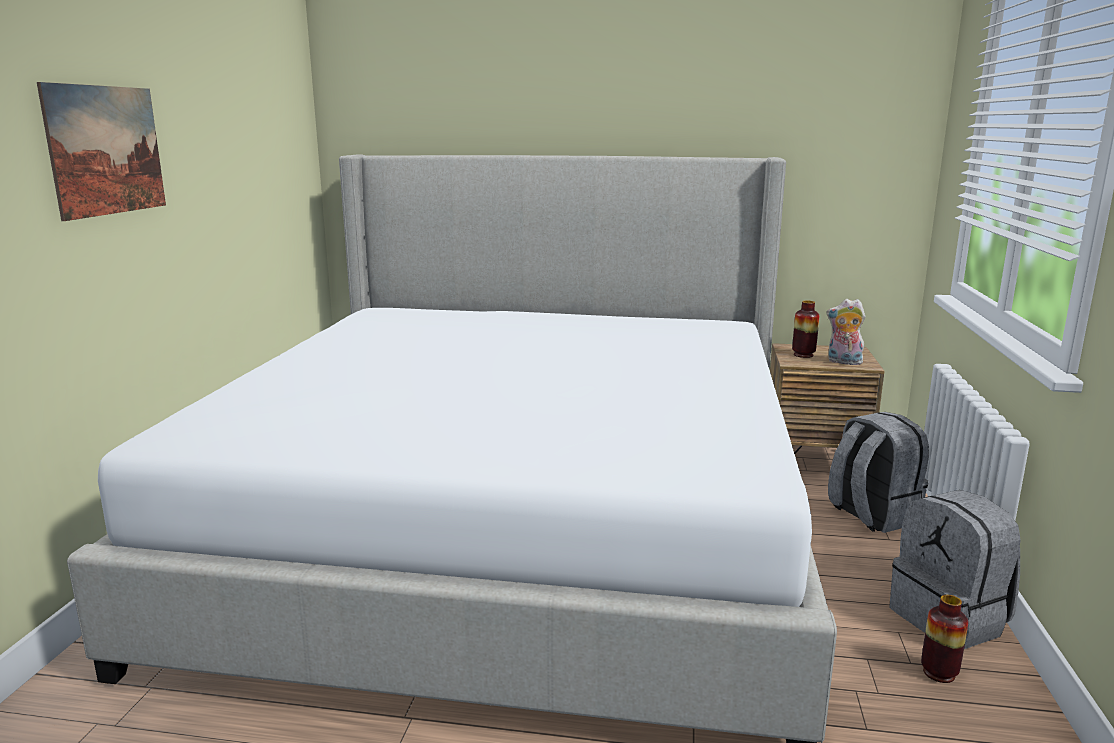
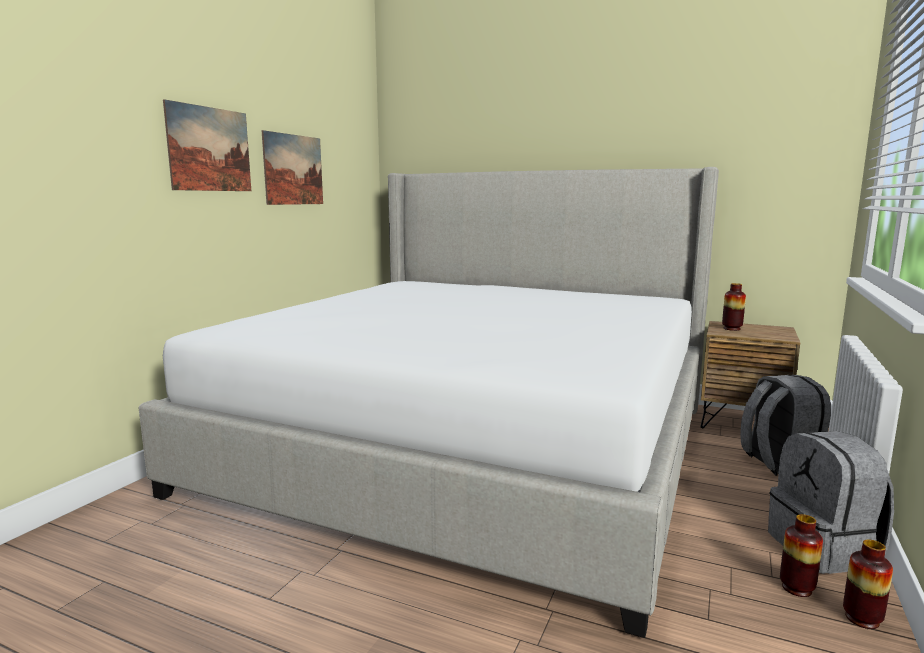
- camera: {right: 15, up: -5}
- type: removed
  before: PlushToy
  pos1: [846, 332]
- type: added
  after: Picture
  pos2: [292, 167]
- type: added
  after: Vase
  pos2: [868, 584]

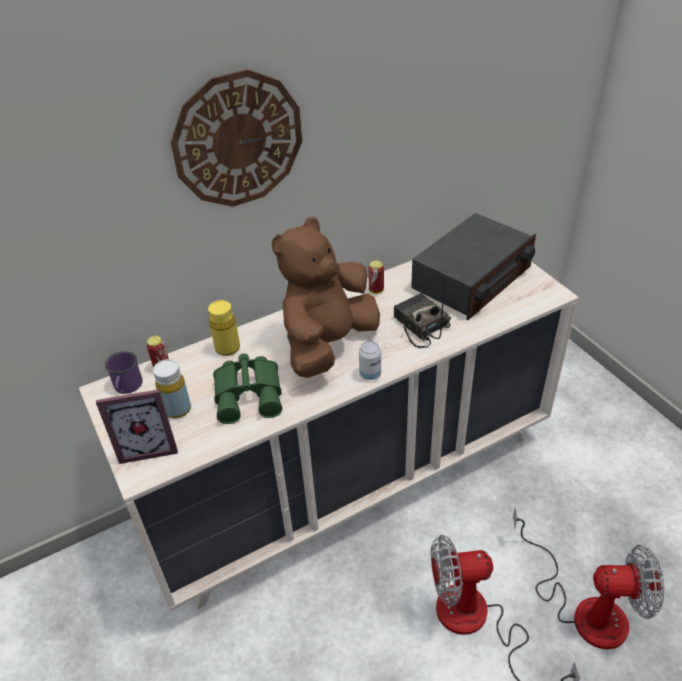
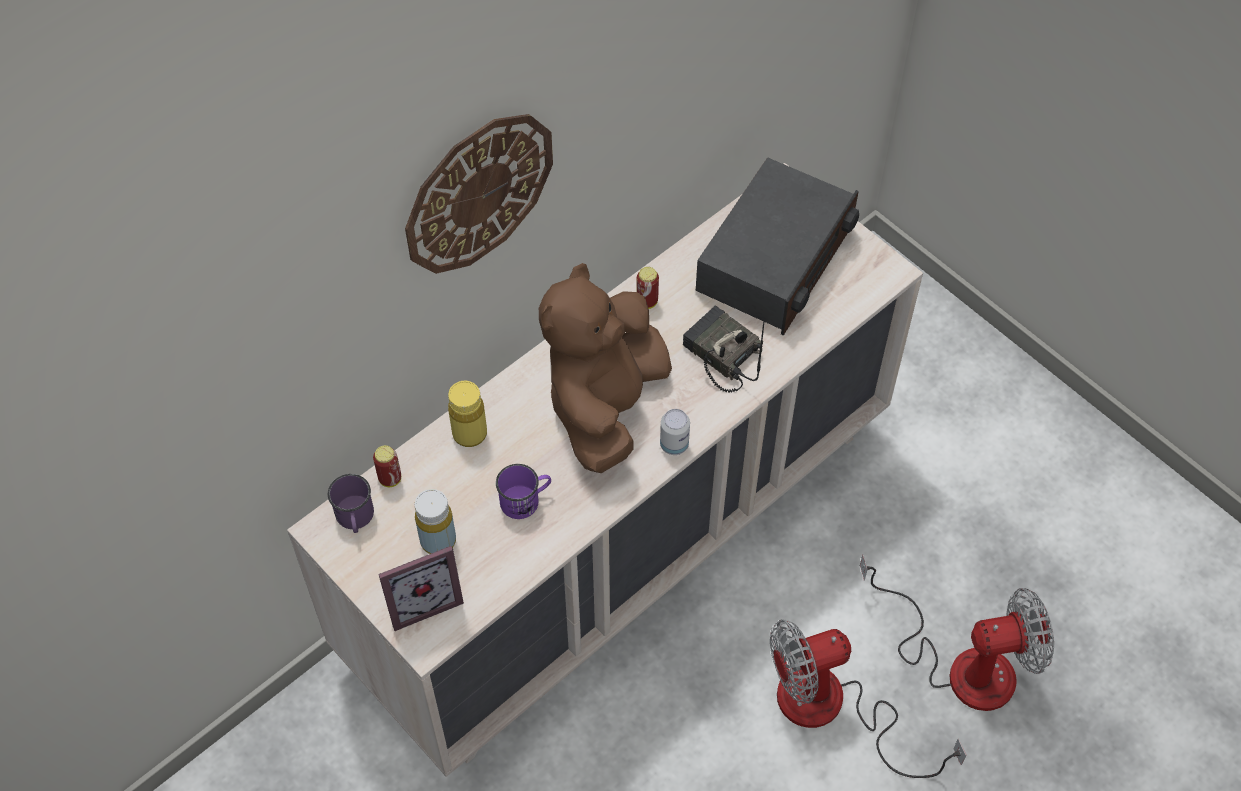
- camera: {right: -15, up: 15}
- type: replaced
  before: GreenBinoculars
  after: PurpleMug
  pos1: [247, 388]
  pos2: [523, 491]

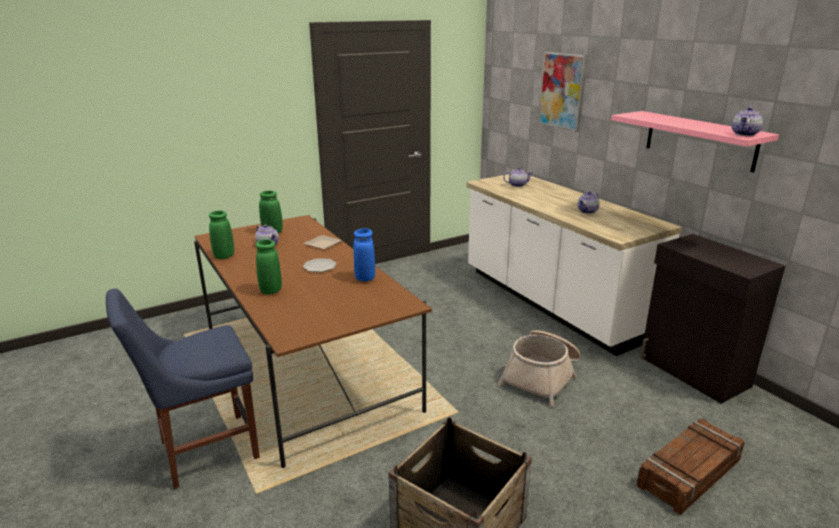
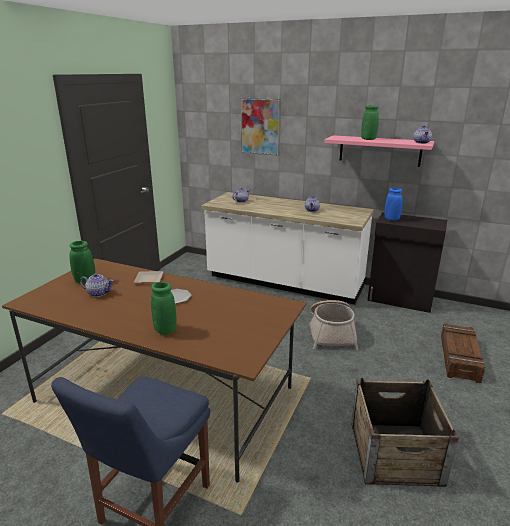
- camera: {right: -35, up: 0}
- type: moved
  before: GreenVase
  pos1: [221, 234]
  pos2: [370, 122]
- type: moved
  before: BlueVase
  pos1: [364, 254]
  pos2: [394, 204]

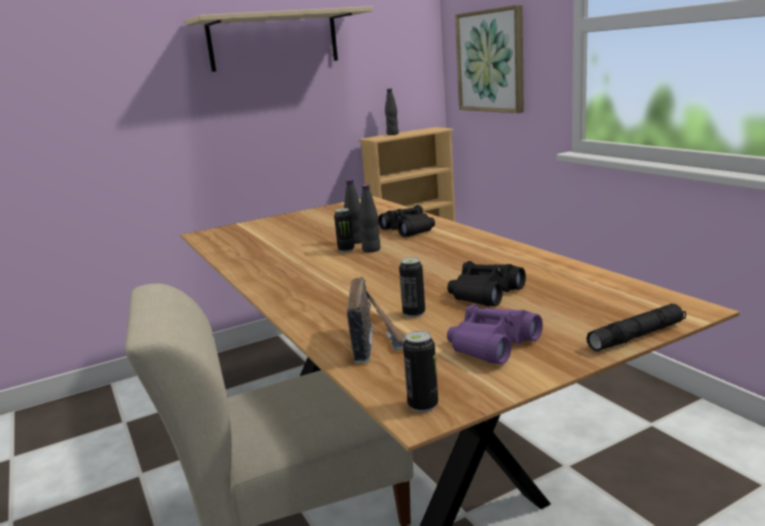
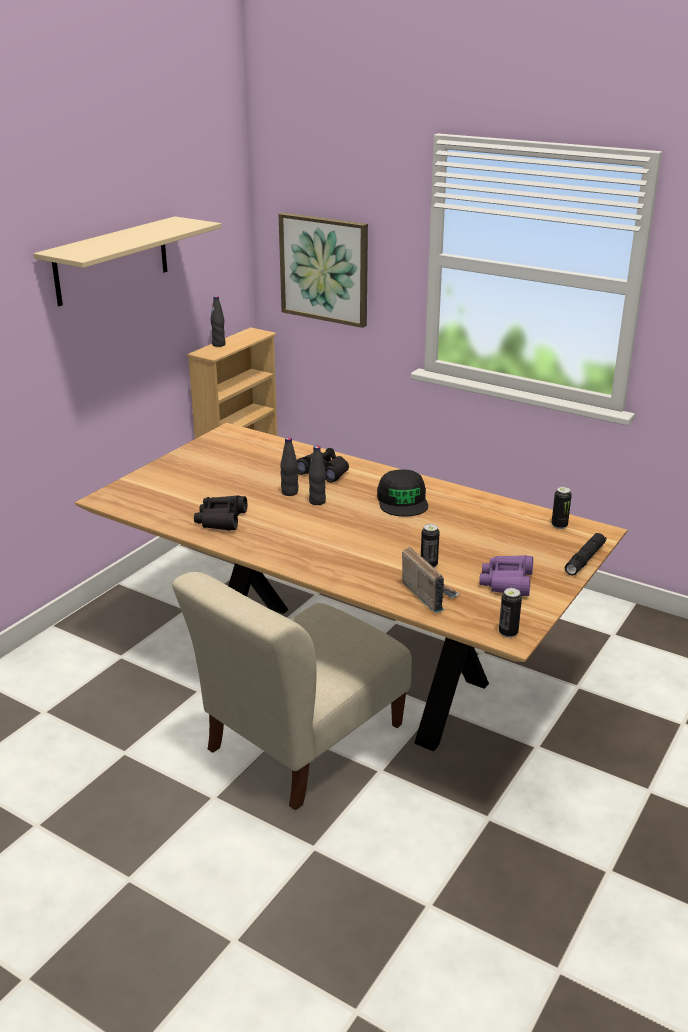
- camera: {right: -30, up: 10}
- type: moved
  before: Can
  pos1: [344, 230]
  pos2: [561, 508]
- type: moved
  before: BlackBinoculars
  pos1: [486, 283]
  pos2: [220, 513]
- type: added
  after: BlackCap
  pos2: [402, 493]

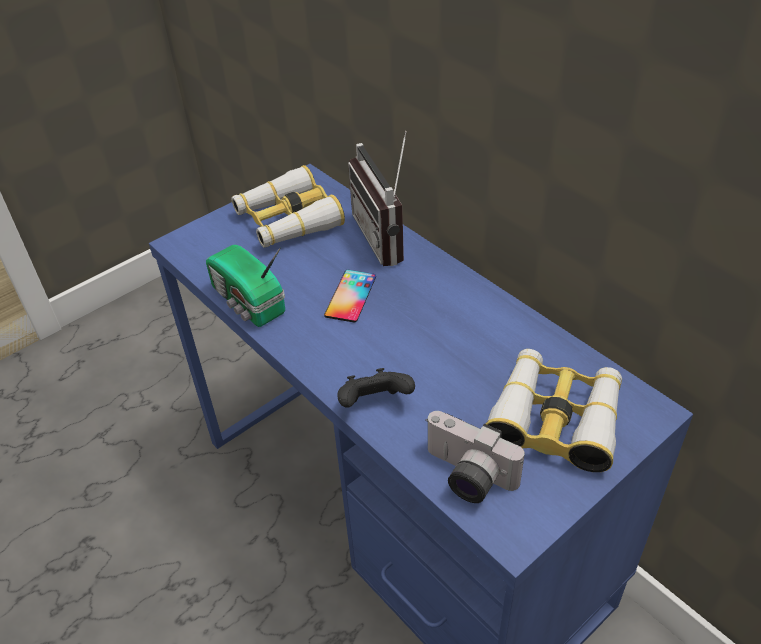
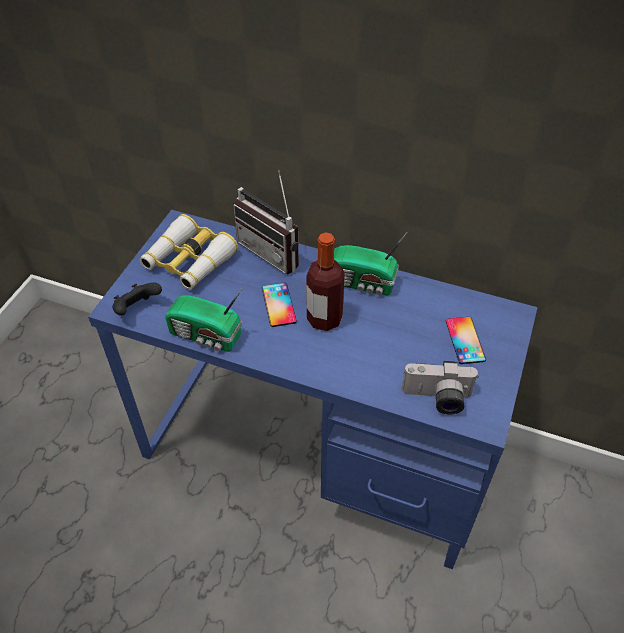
- camera: {right: -30, up: 5}
- type: moved
  before: BlackGameController
  pos1: [376, 388]
  pos2: [137, 299]
- type: replaced
  before: Binoculars
  after: Phone
  pos1: [554, 410]
  pos2: [466, 340]
- type: added
  after: Bottle
  pos2: [325, 281]
- type: added
  after: Radio
  pos2: [370, 264]

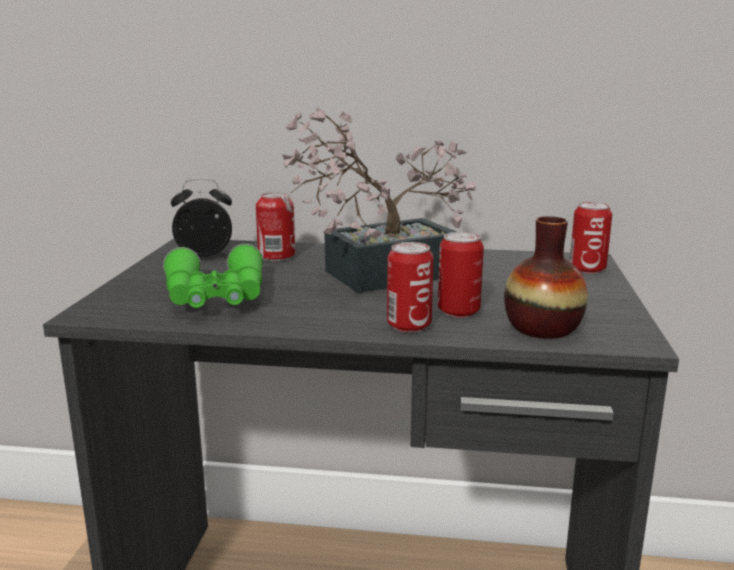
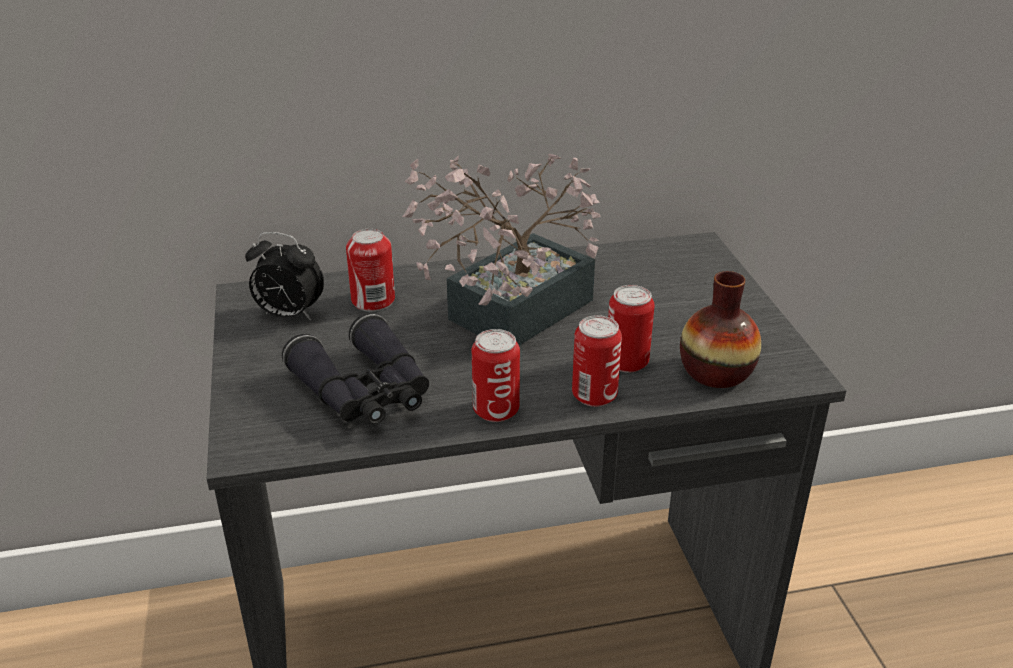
- camera: {right: -20, up: 15}
- type: recoloured
  before: GreenBinoculars
  after: BlackBinoculars
  pos1: [213, 276]
  pos2: [355, 368]
- type: turned
  before: AlarmClock
  pos1: [201, 217]
  pos2: [284, 276]
  turn: -135
- type: moved
  before: Can
  pos1: [591, 238]
  pos2: [496, 375]

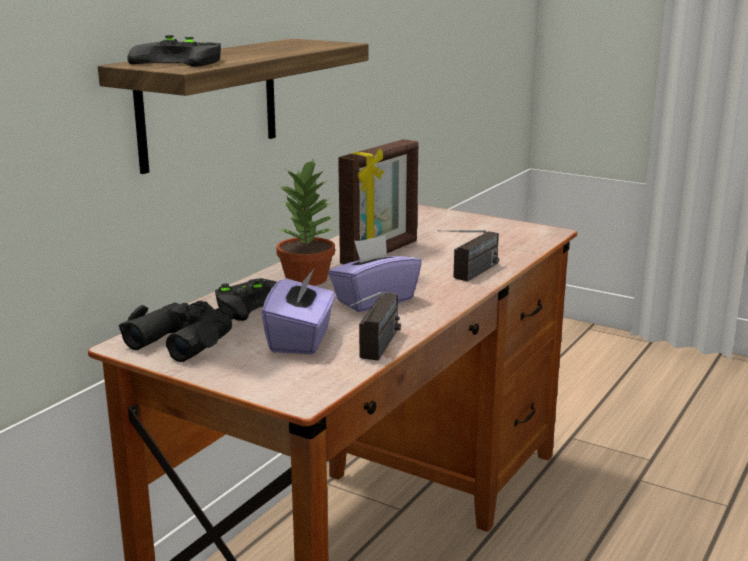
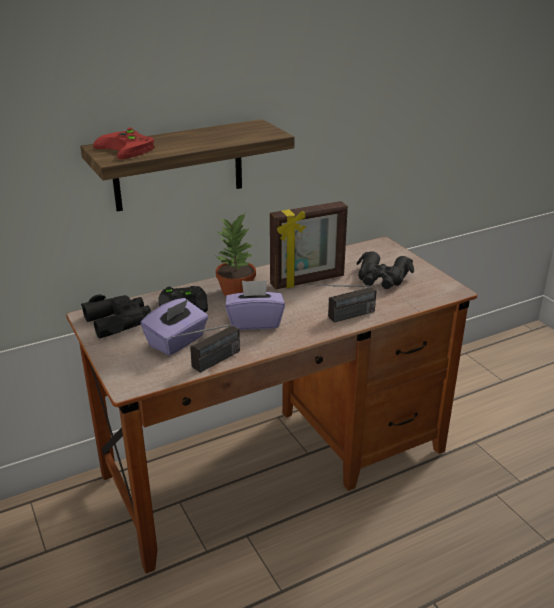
- camera: {right: 30, up: 10}
- type: recoloured
  before: BlackGameController
  after: RedGameController
  pos1: [174, 51]
  pos2: [124, 143]
- type: added
  after: BlackBinoculars
  pos2: [385, 270]

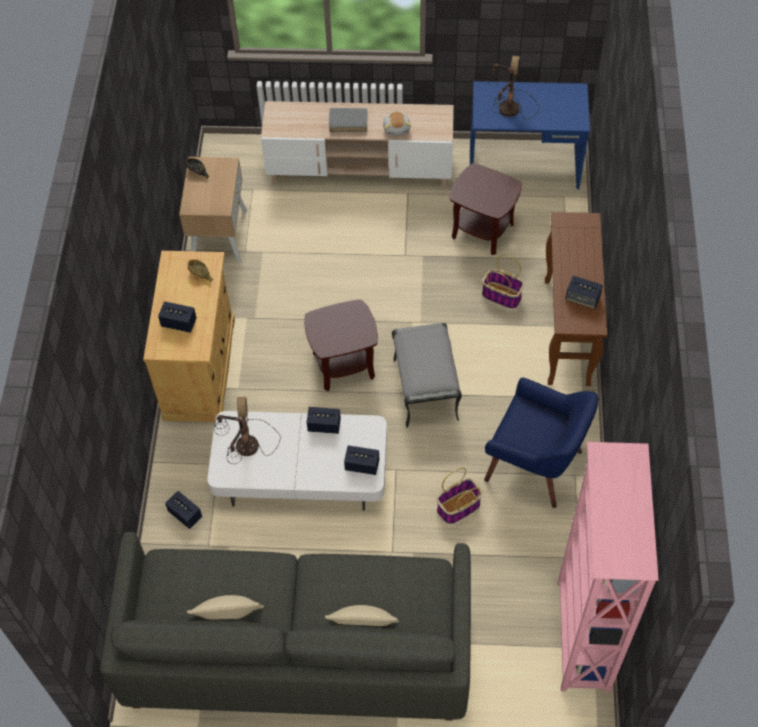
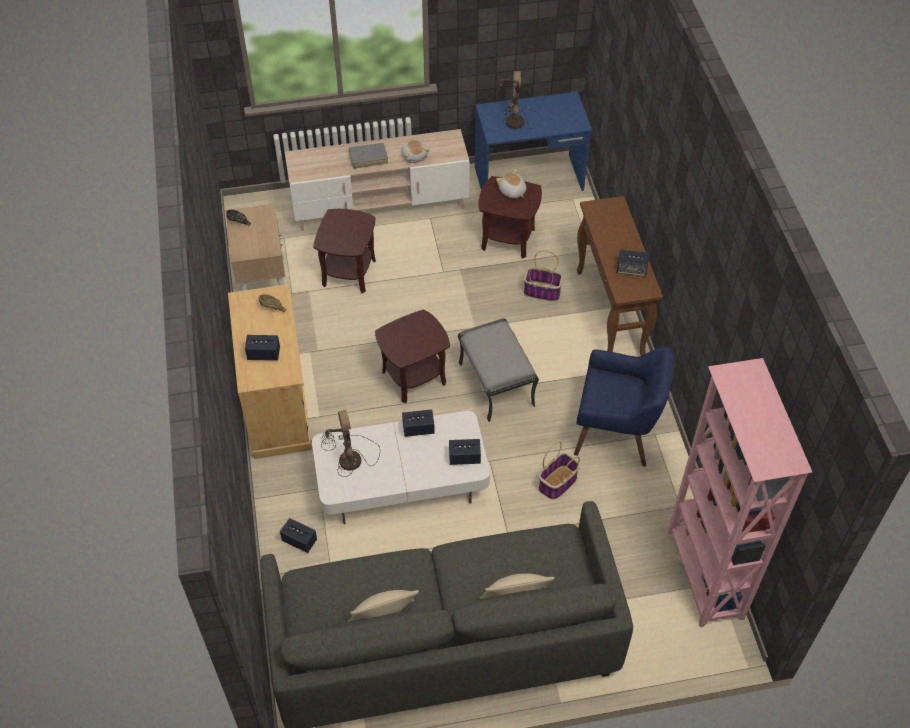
- camera: {right: -15, up: -5}
- type: added
  after: BrownSideTable
  pos2: [344, 251]
- type: added
  after: PlushToy
  pos2: [511, 183]

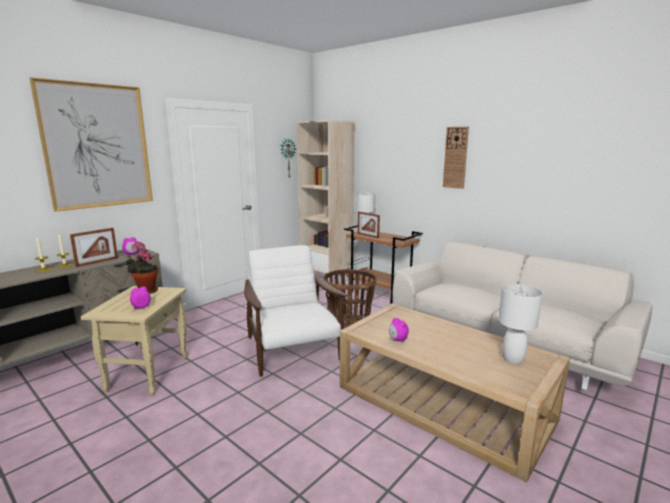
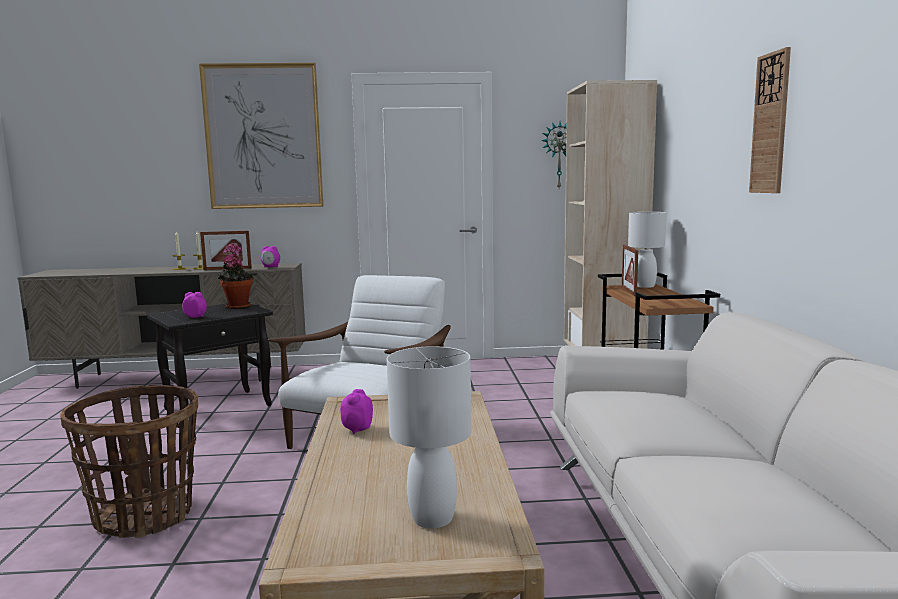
- camera: {right: 45, up: -5}
- type: recoloured
  before: BeigeSideTable
  after: BlackSideTable
  pos1: [134, 340]
  pos2: [210, 356]
- type: moved
  before: Basket
  pos1: [350, 299]
  pos2: [129, 461]

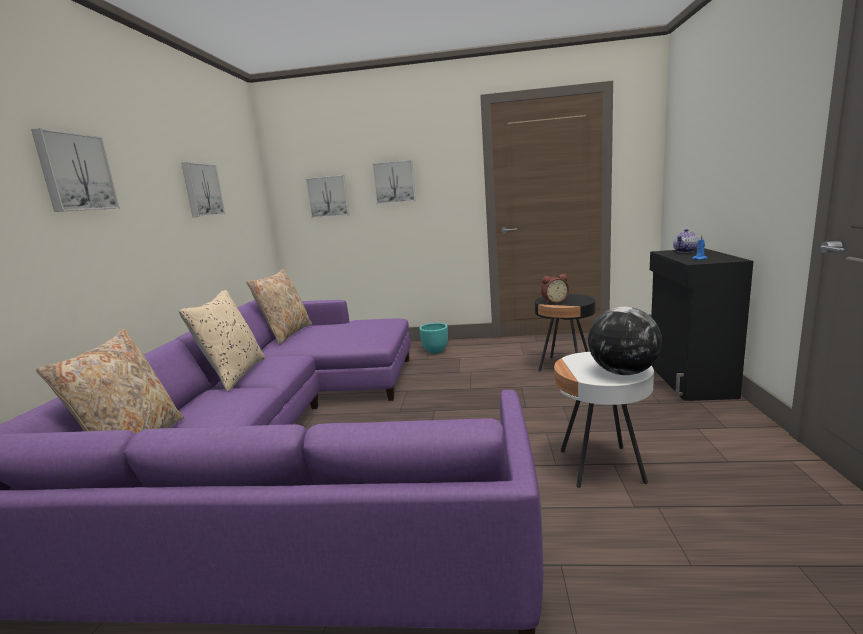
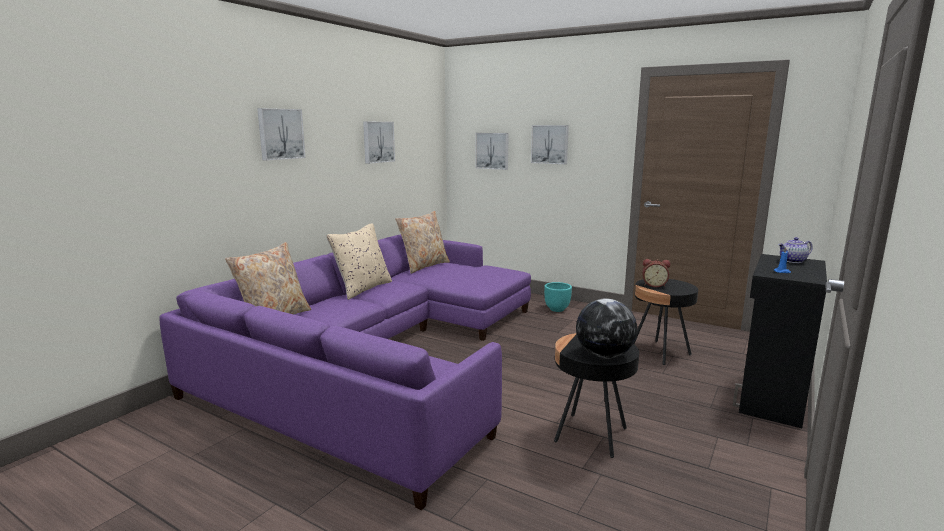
- camera: {right: 25, up: 0}
- type: recoloured
  before: WhiteSideTable
  after: BlackSideTable
  pos1: [604, 420]
  pos2: [596, 395]

